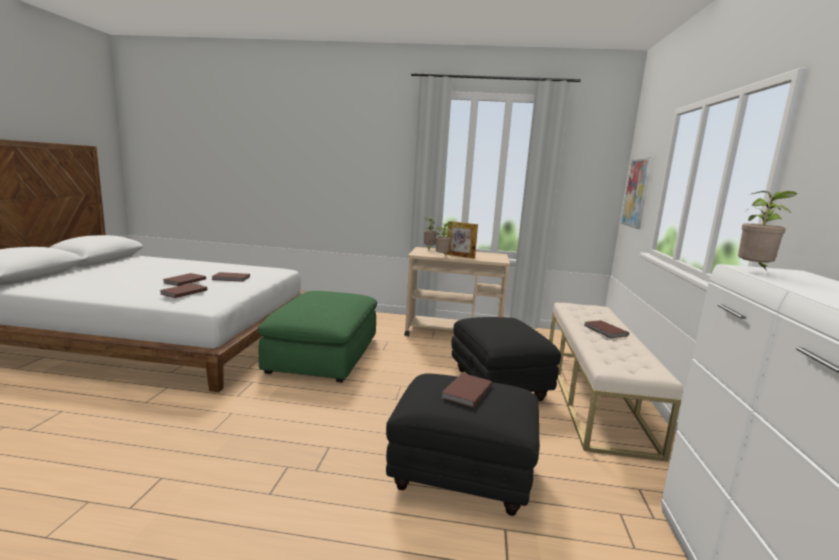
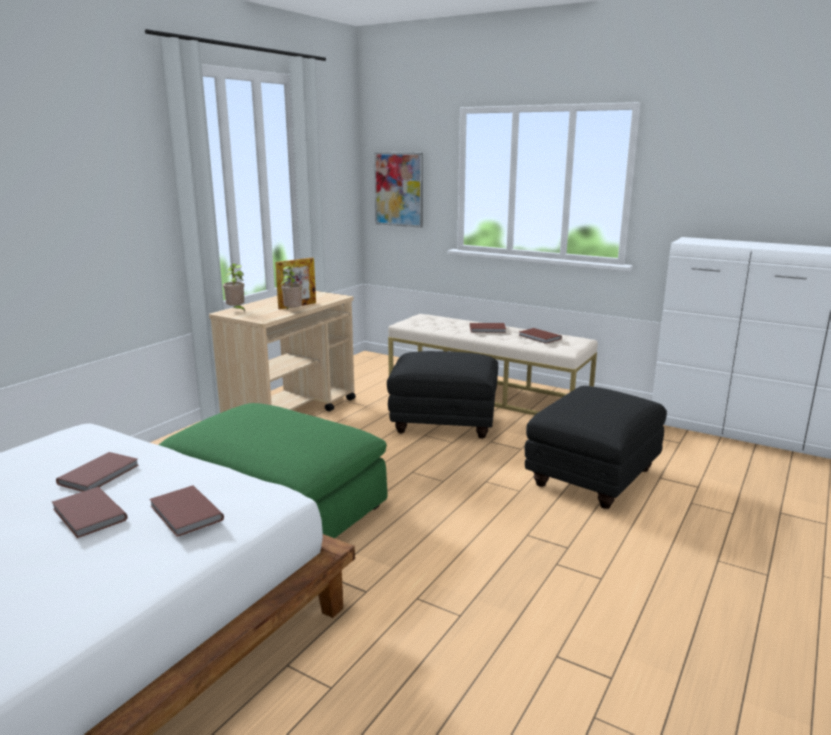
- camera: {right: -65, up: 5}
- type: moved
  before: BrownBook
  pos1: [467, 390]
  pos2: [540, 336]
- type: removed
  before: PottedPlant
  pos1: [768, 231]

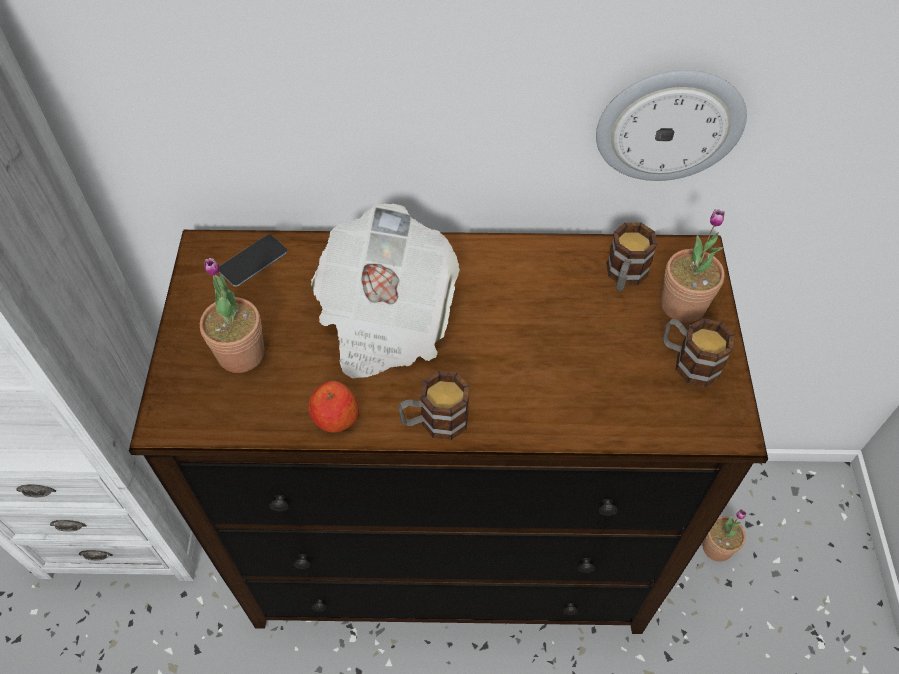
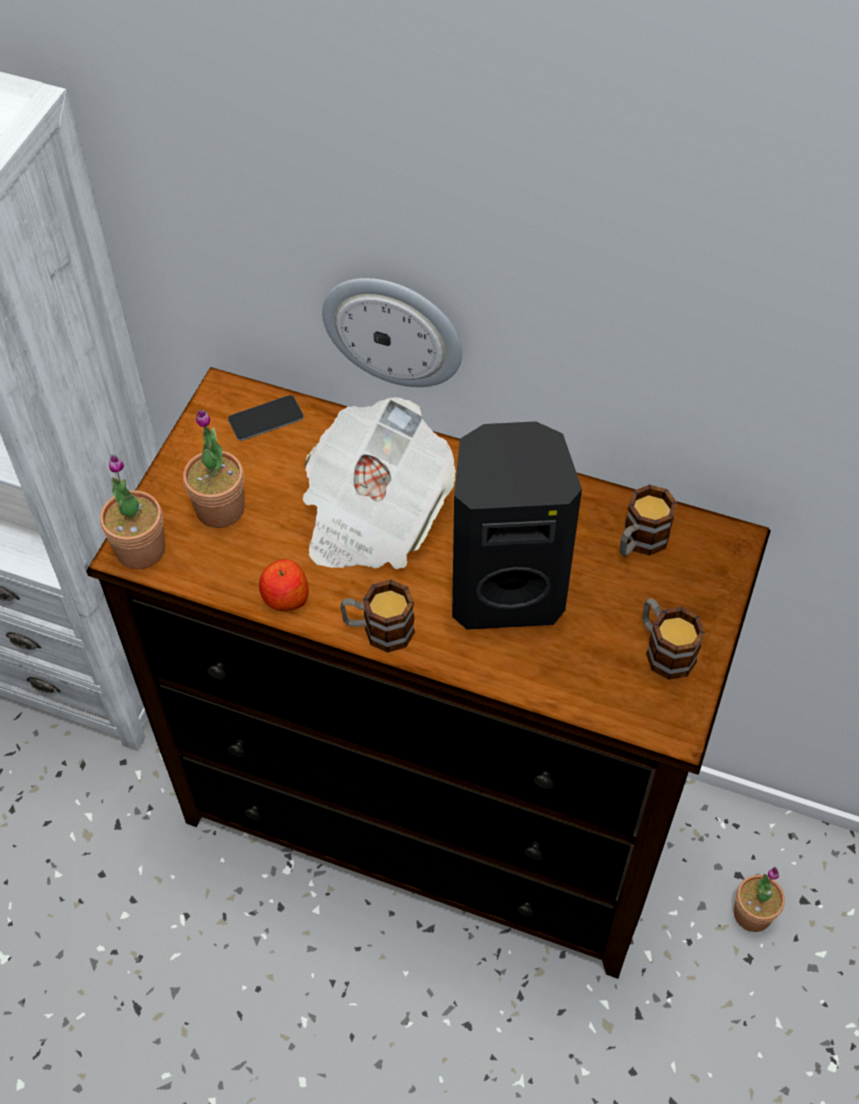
- camera: {right: 20, up: 0}
- type: moved
  before: WallClock
  pos1: [671, 125]
  pos2: [392, 332]
- type: moved
  before: PottedPlant
  pos1: [693, 265]
  pos2: [132, 511]
- type: added
  after: BlackSpeaker
  pos2: [517, 525]

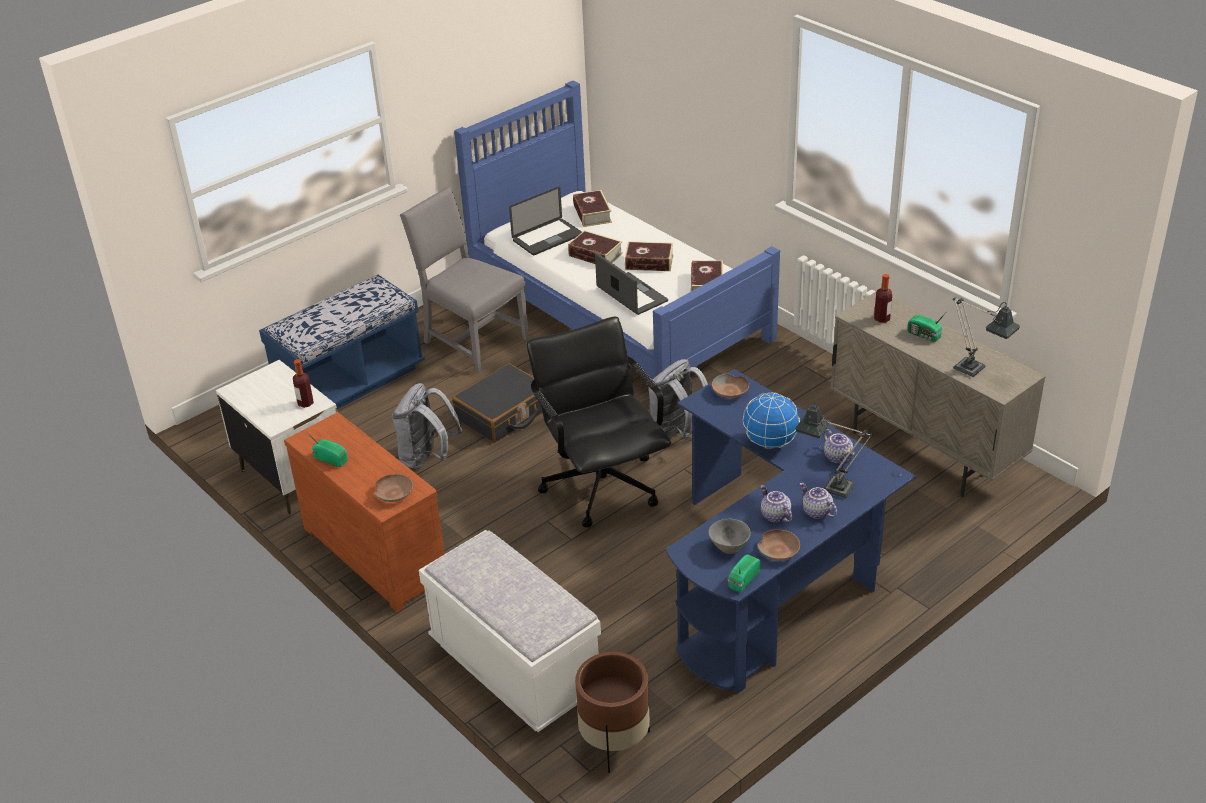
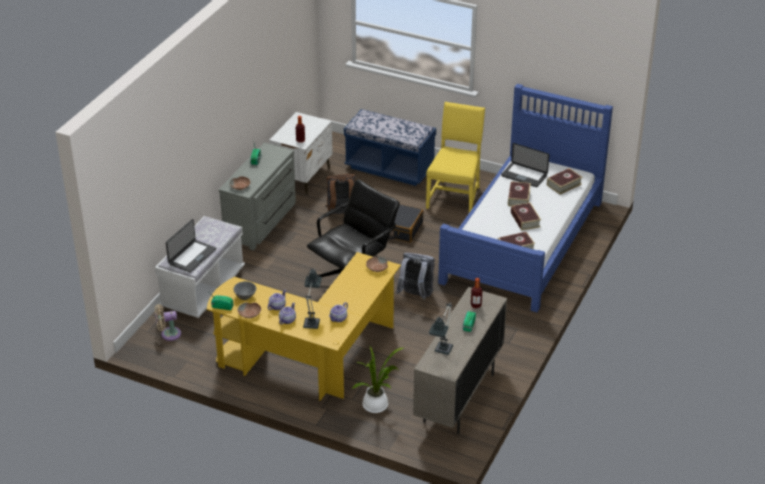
- camera: {right: 65, up: 0}
- type: recoloured
  before: BrownDresser
  after: GreyDresser
  pos1: [364, 512]
  pos2: [257, 196]
- type: recoloured
  before: GreyBackpack
  after: BrownBackpack
  pos1: [427, 426]
  pos2: [340, 194]
- type: recoloured
  before: GreyChair
  after: YellowChair
  pos1: [464, 280]
  pos2: [455, 157]
- type: replaced
  before: BrownPlanter
  after: BeigeFan
  pos1: [612, 712]
  pos2: [168, 322]
- type: moved
  before: Laptop
  pos1: [631, 284]
  pos2: [191, 246]
- type: recoloured
  before: BlueDesk
  after: YellowDesk
  pos1: [791, 531]
  pos2: [304, 326]
- type: removed
  before: Globe
  pos1: [771, 420]
- type: added
  after: PottedPlant
  pos2: [378, 380]

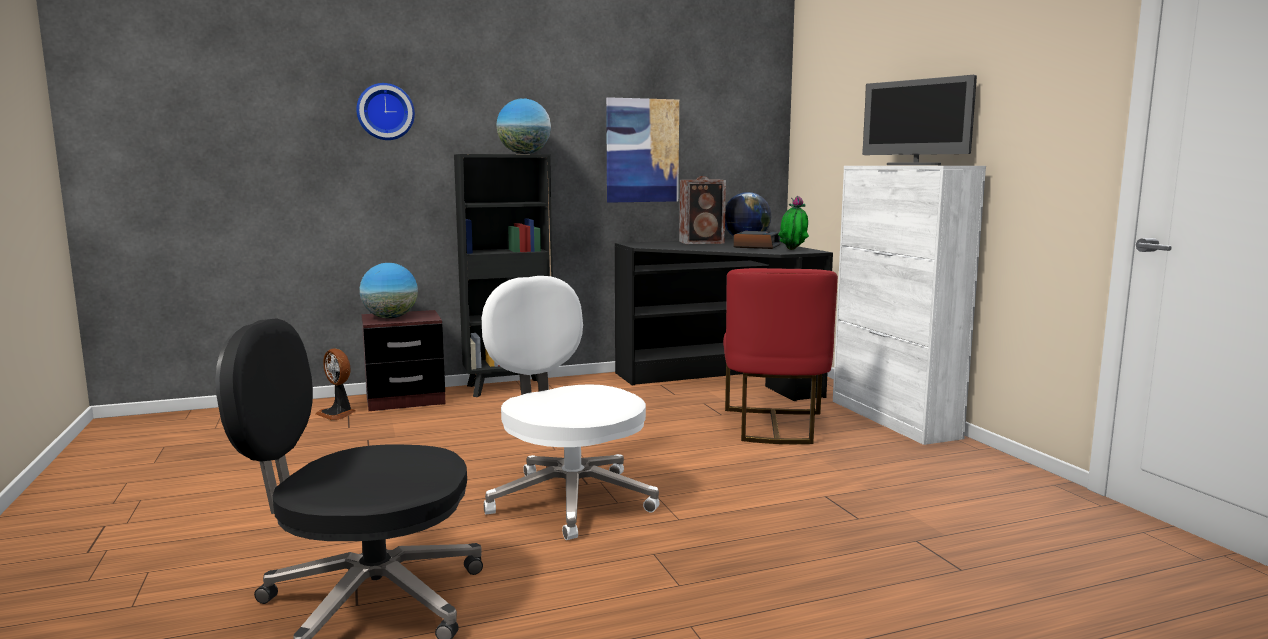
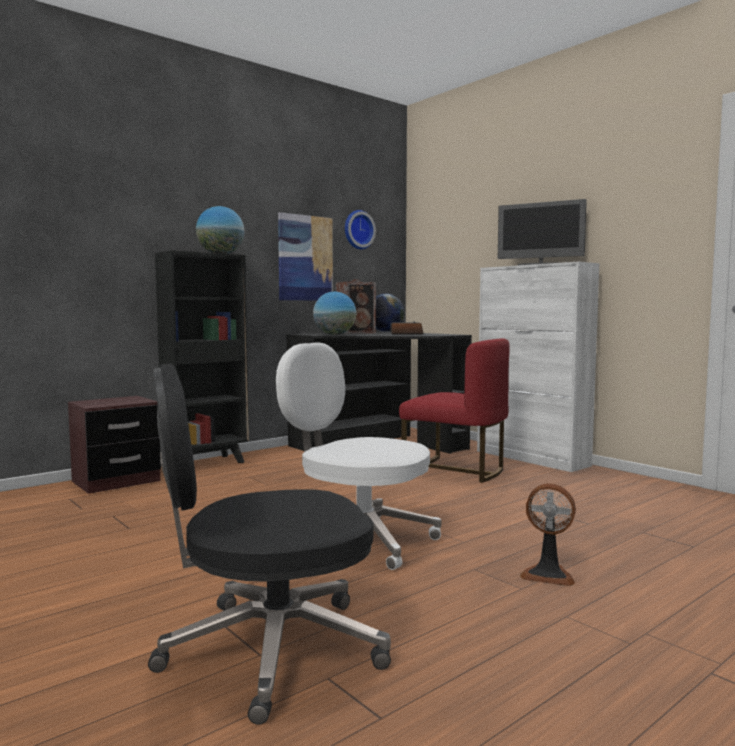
- camera: {right: -20, up: -5}
- type: moved
  before: Fan
  pos1: [336, 384]
  pos2: [548, 534]
- type: moved
  before: WallClock
  pos1: [385, 111]
  pos2: [360, 229]
- type: moved
  before: Globe
  pos1: [389, 291]
  pos2: [334, 313]
- type: turned
  before: RedChair
  pos1: [780, 356]
  pos2: [454, 410]
  turn: -45
- type: removed
  before: PottedPlant
  pos1: [793, 223]

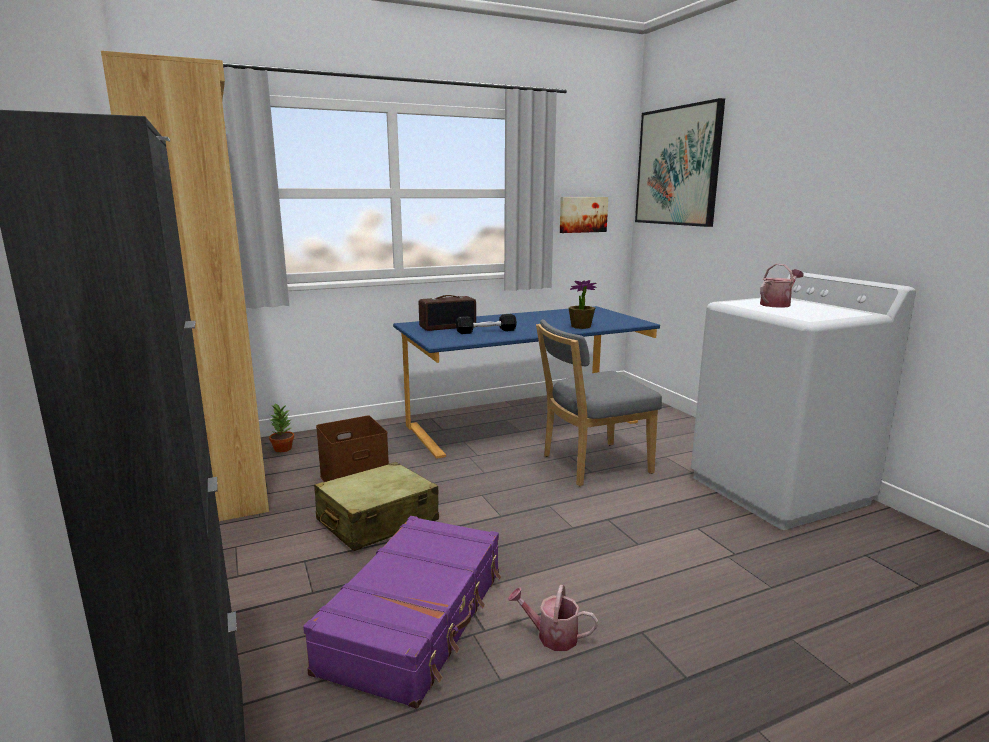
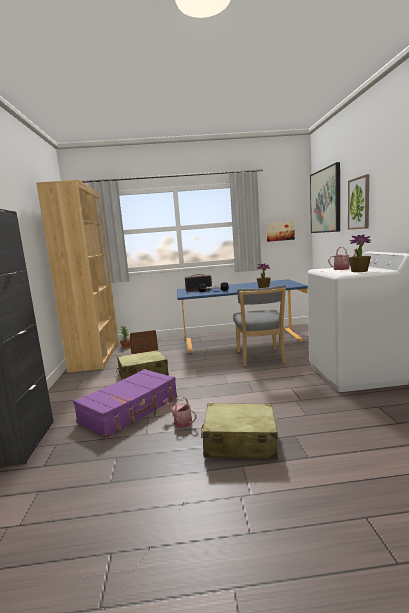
- camera: {right: 20, up: -5}
- type: turned
  before: GreyChair
  pos1: [599, 402]
  pos2: [259, 325]
  turn: -90
- type: added
  after: BeigeSuitcase
  pos2: [239, 431]
- type: added
  after: Picture
  pos2: [358, 202]
- type: added
  after: PottedPlant
  pos2: [359, 253]

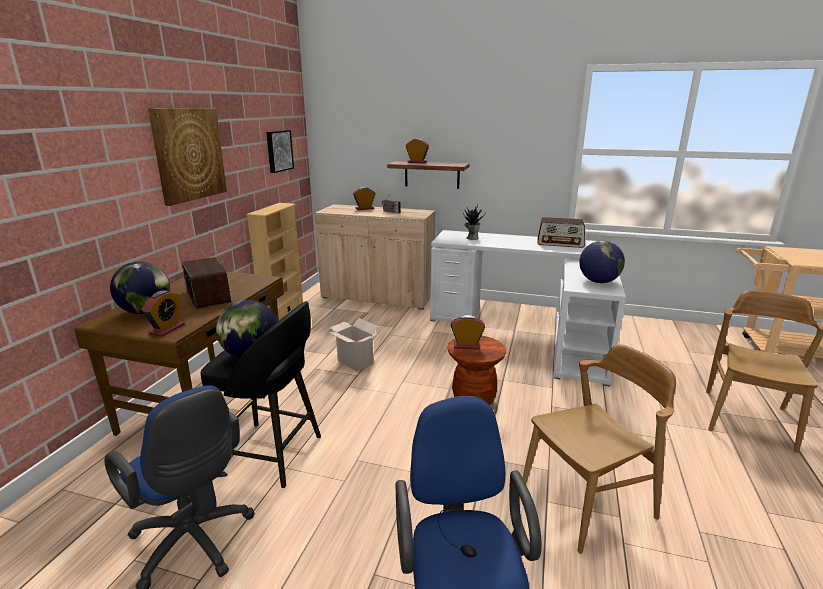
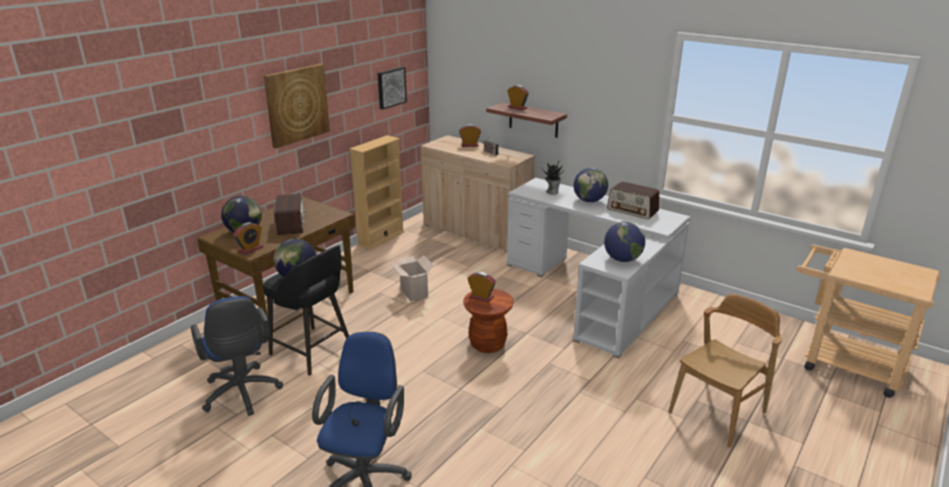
- camera: {right: 20, up: 5}
- type: removed
  before: BrownChair
  pos1: [599, 449]
- type: added
  after: Globe
  pos2: [591, 185]

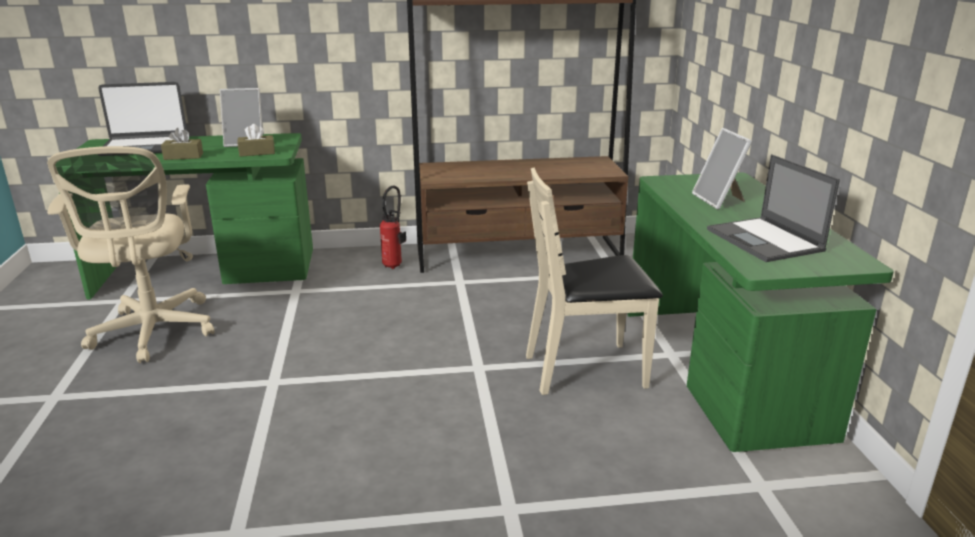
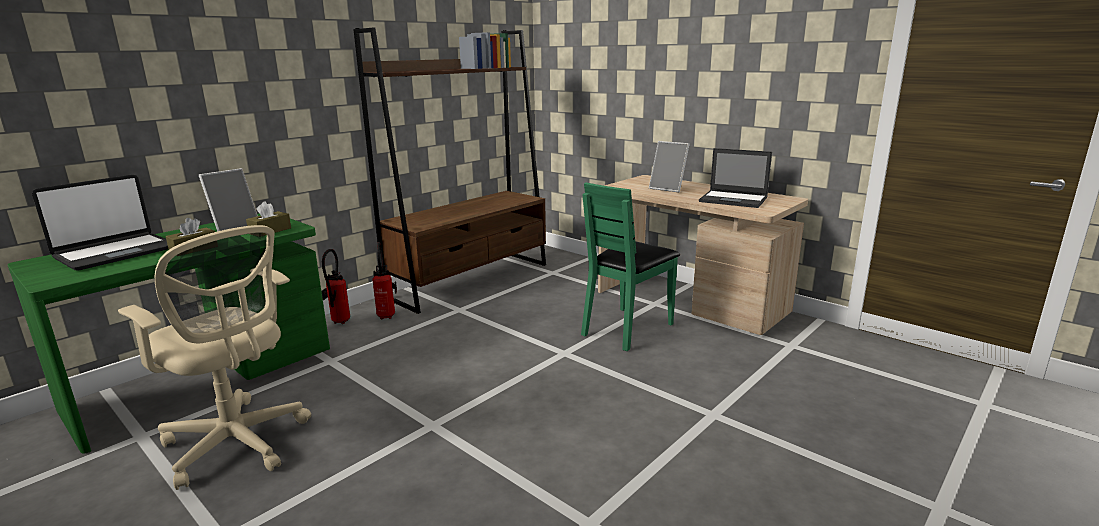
- camera: {right: -40, up: -5}
- type: recoloured
  before: BeigeChair
  after: GreenChair
  pos1: [594, 281]
  pos2: [630, 266]
- type: recoloured
  before: GreenDesk
  after: BeigeDesk
  pos1: [761, 312]
  pos2: [703, 255]
- type: added
  after: FireExtinguisher
  pos2: [335, 286]

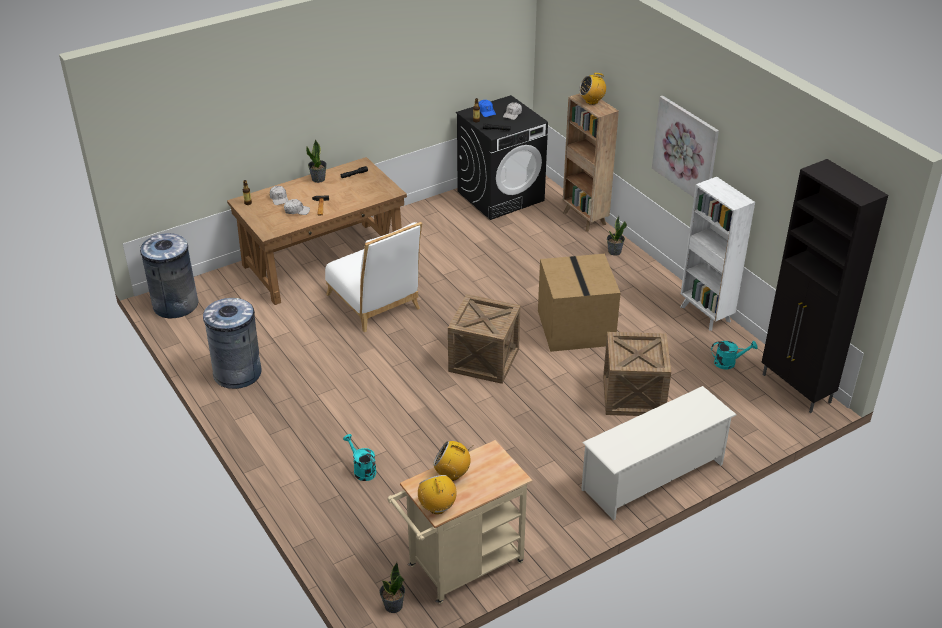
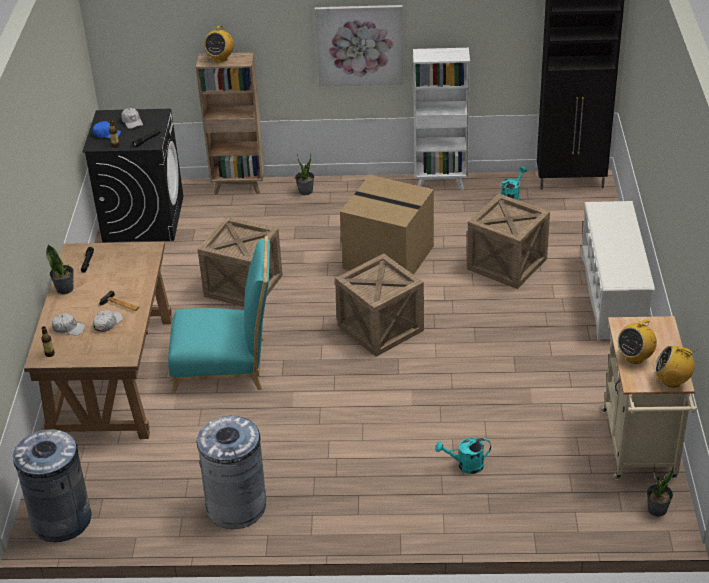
- camera: {right: -55, up: 0}
- type: recoloured
  before: WhiteChair
  after: TurquoiseChair
  pos1: [373, 277]
  pos2: [219, 315]
- type: added
  after: Crate
  pos2: [240, 261]

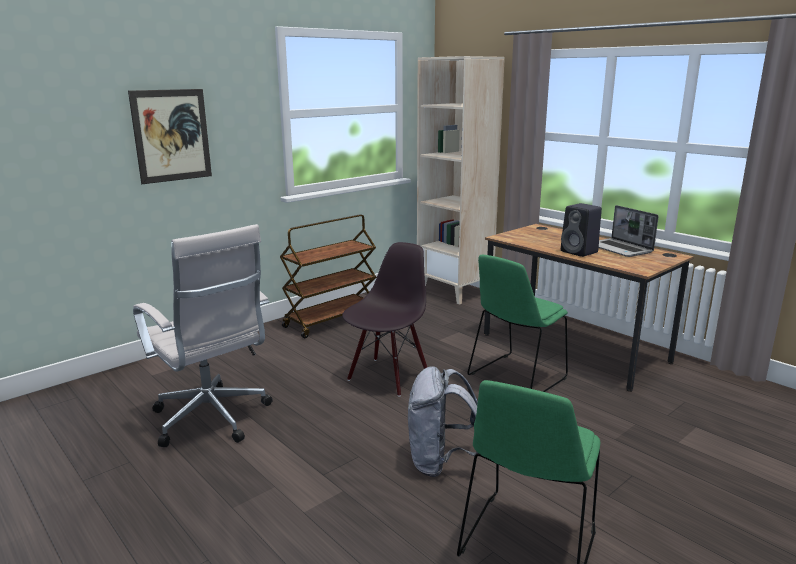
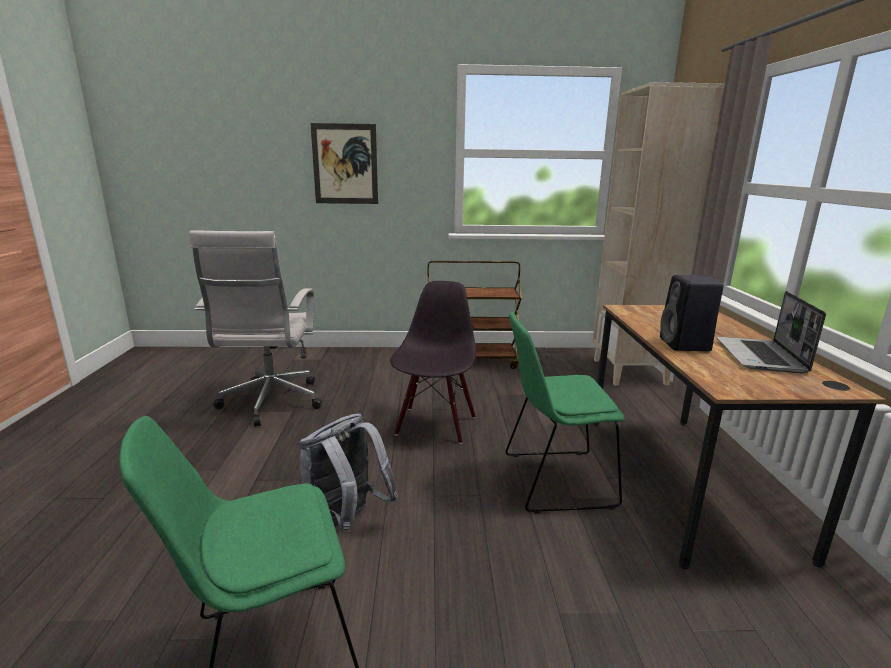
- camera: {right: 40, up: 0}
- type: turned
  before: BlackChair
  pos1: [384, 319]
  pos2: [433, 362]
  turn: -60

